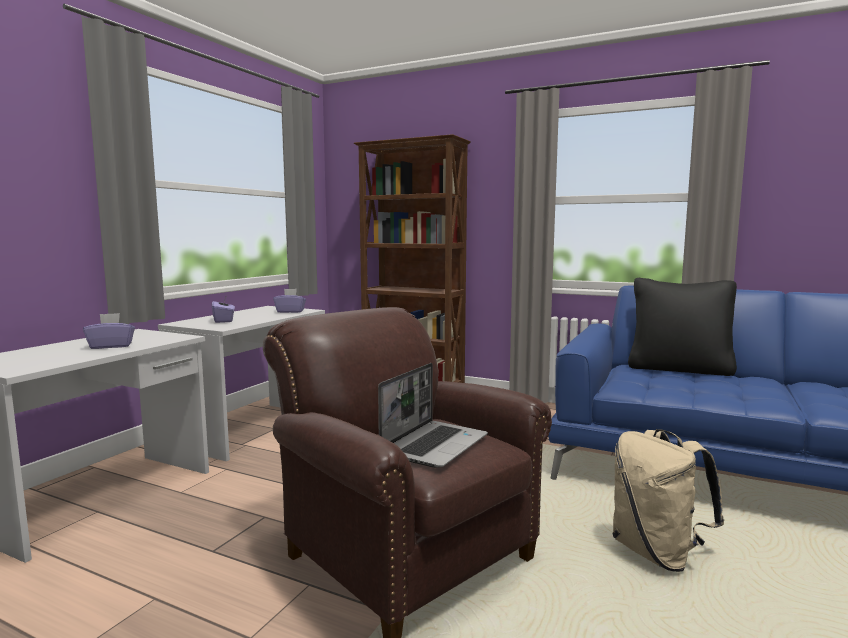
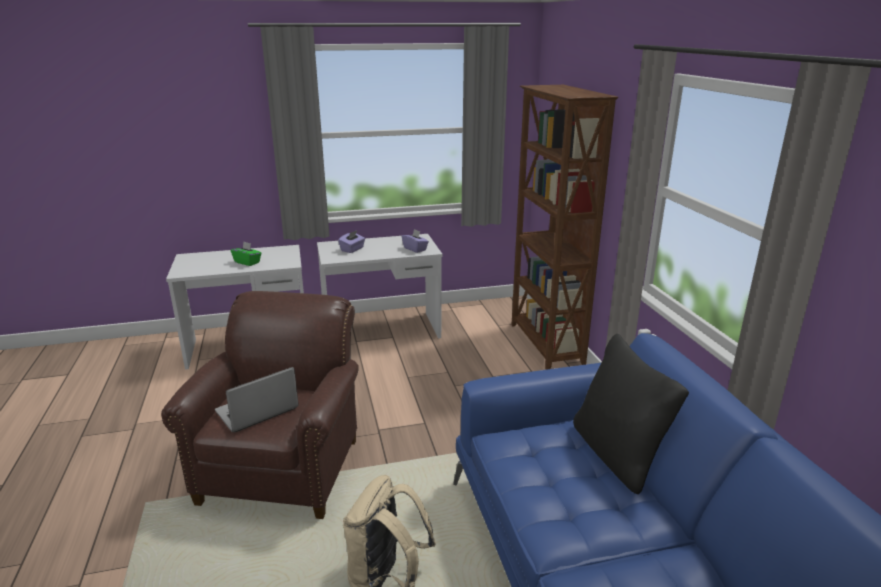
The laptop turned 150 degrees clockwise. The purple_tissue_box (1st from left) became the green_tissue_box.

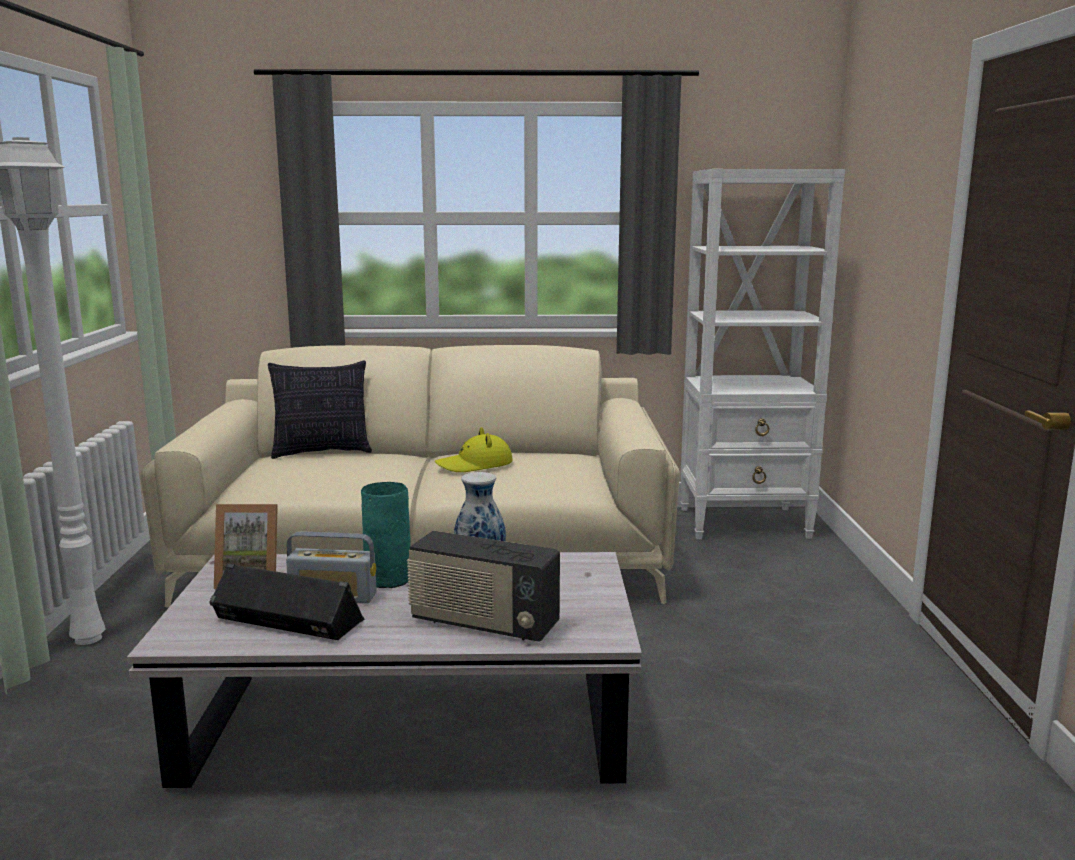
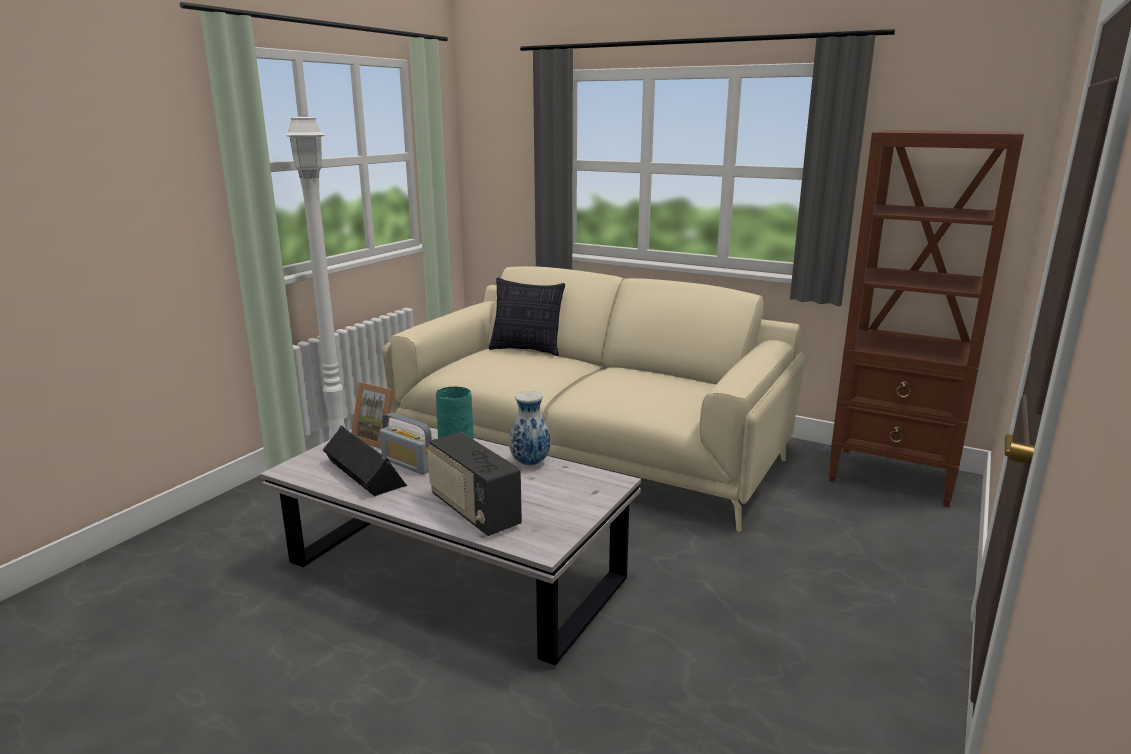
The white_bookcase became the brown_bookcase. The yellow_hat disappeared.

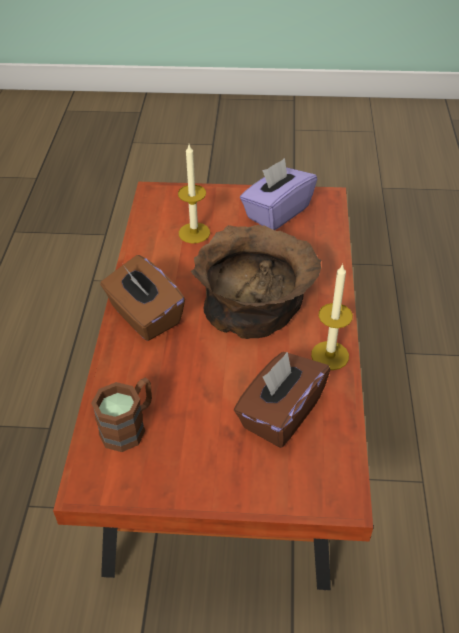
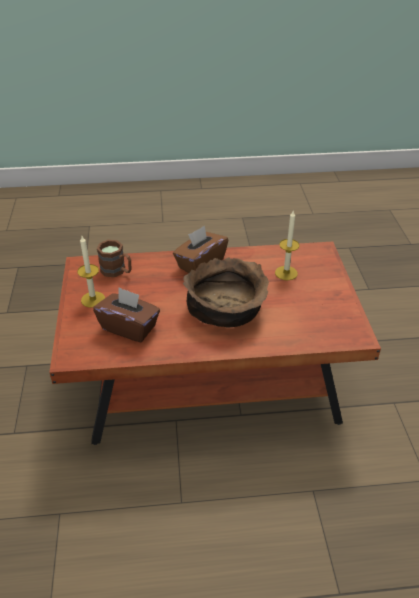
The candle (2nd from left in the first image) moved. The purple_tissue_box disappeared.

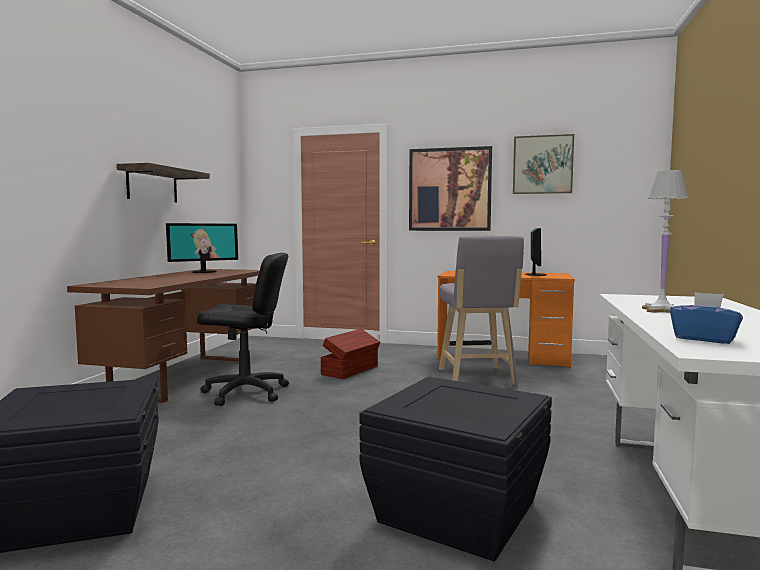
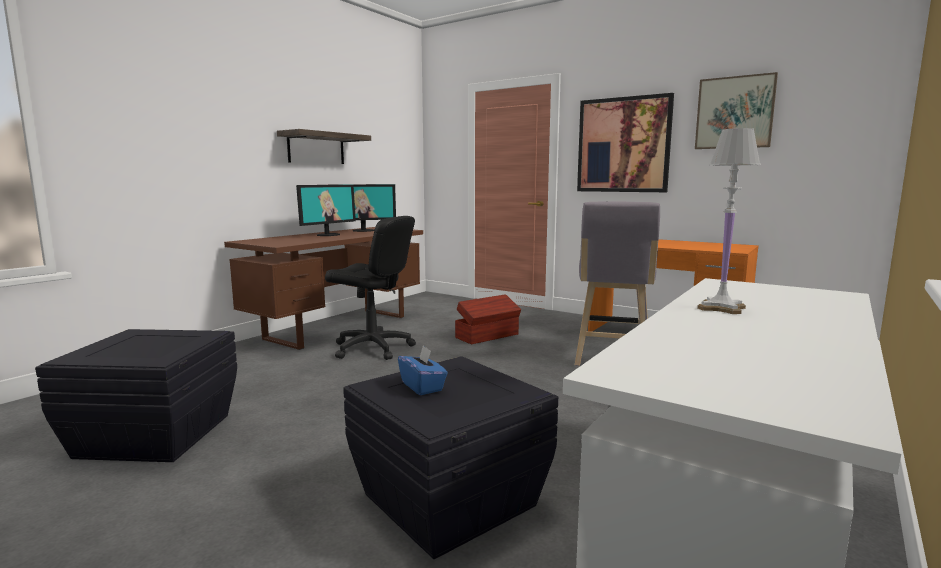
The monitor (2nd from left in the first image) moved. The blue_tissue_box moved.

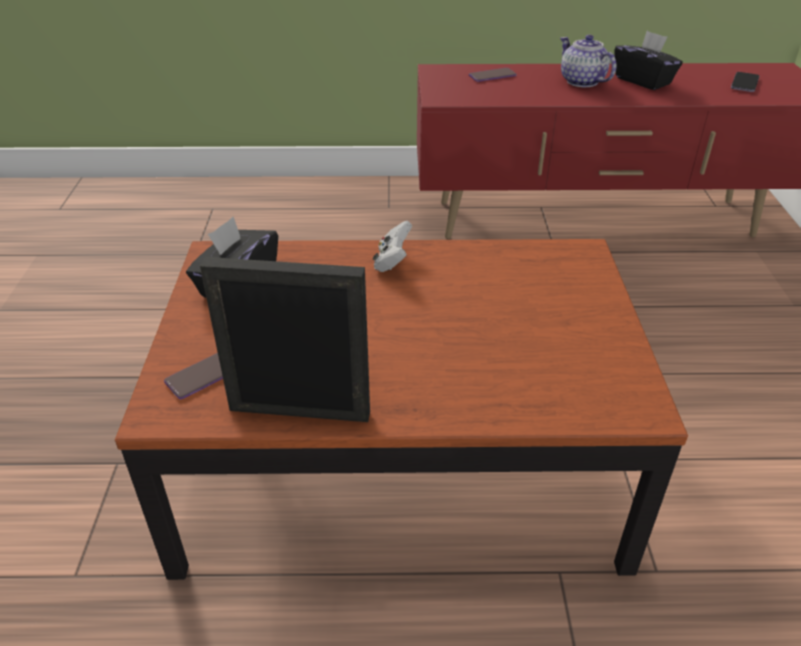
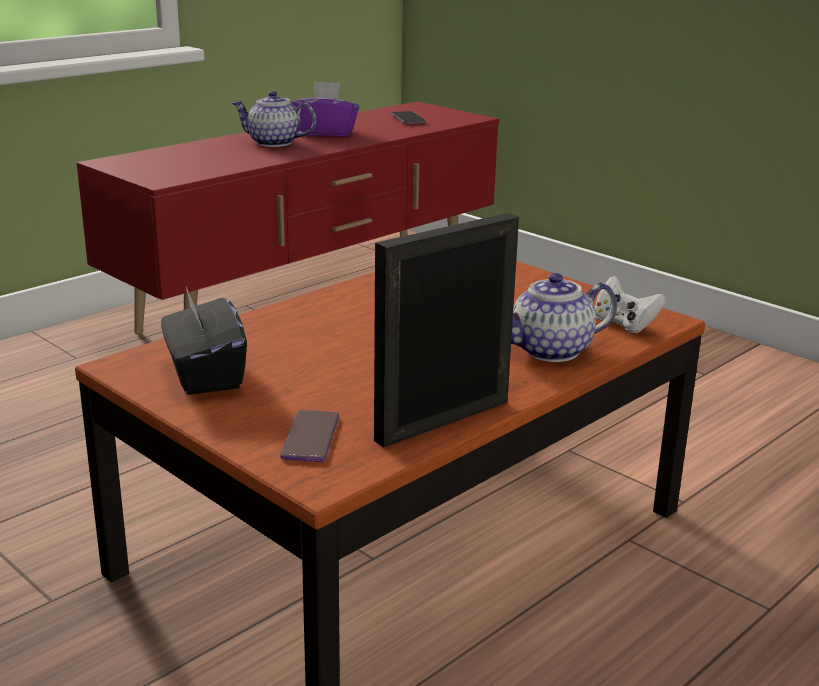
The black_tissue_box (2nd from left) became the purple_tissue_box. The teapot (2nd from left) appeared. The white_game_controller moved. The phone (2nd from left) disappeared.

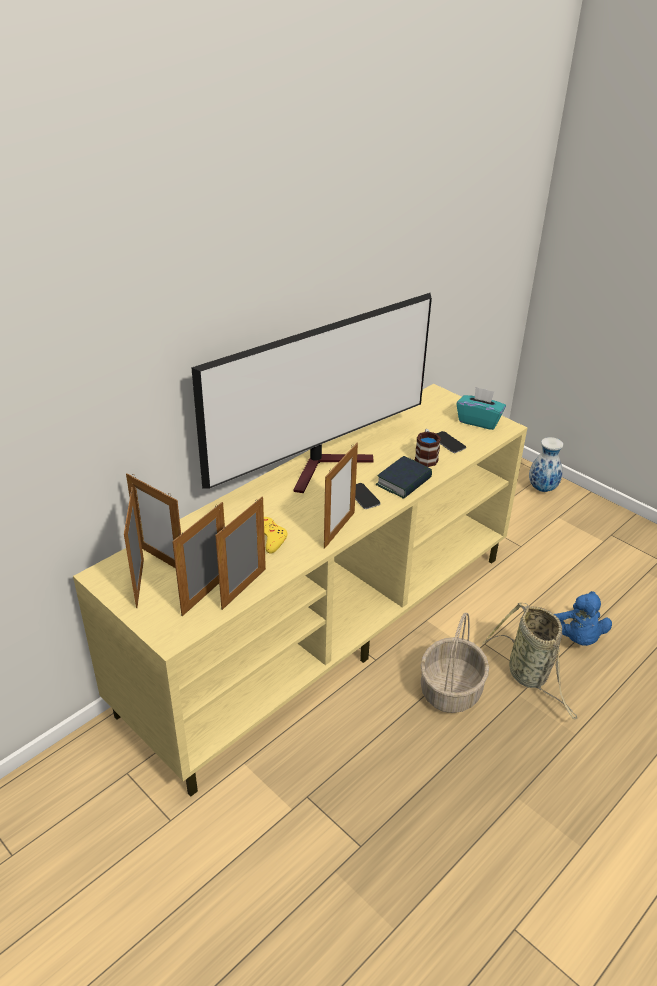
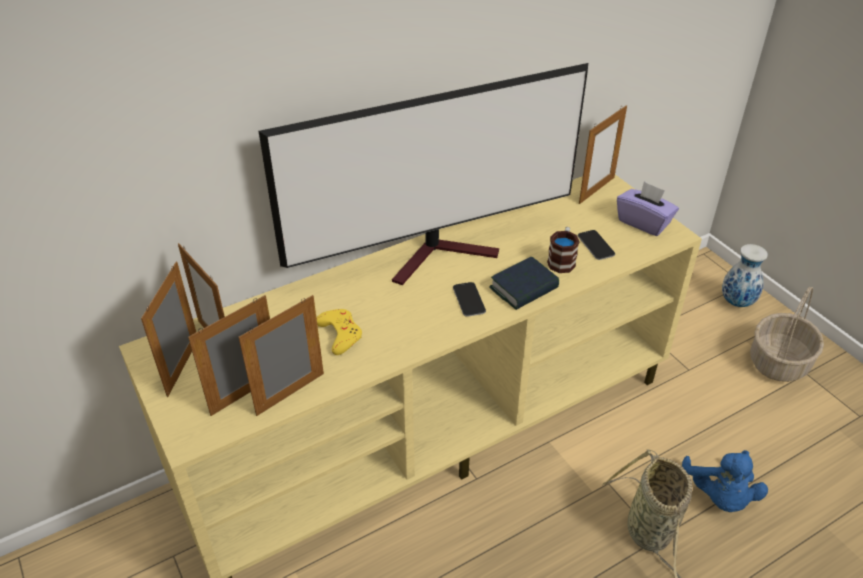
The picture_frame (5th from left) moved. The turquoise_tissue_box became the purple_tissue_box. The basket (1st from left in the first image) moved.

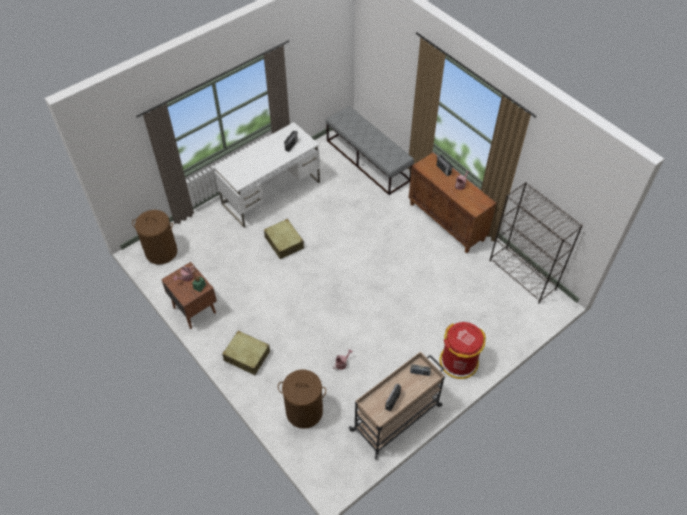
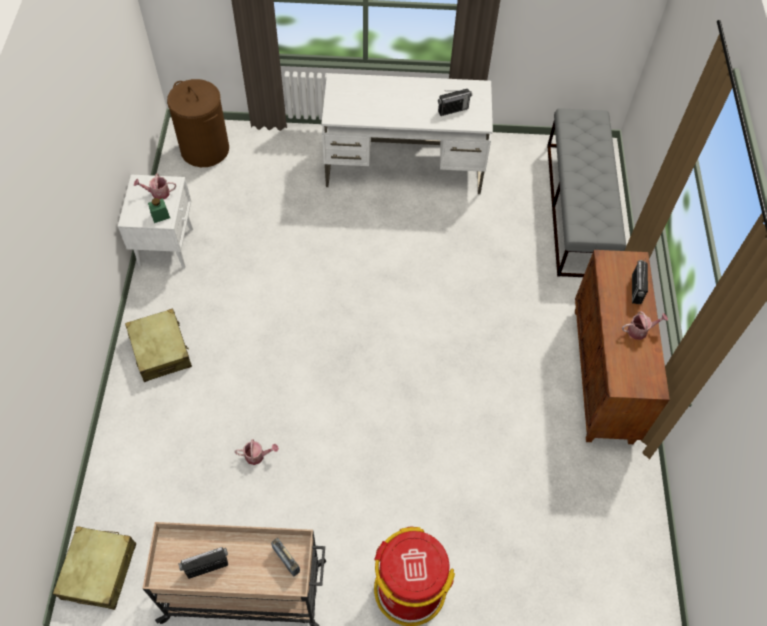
The beige_suitcase (2nd from left in the first image) moved. The brown_nightstand became the white_nightstand. The brown_laundry_basket (2nd from left) disappeared. The black_bookcase disappeared.

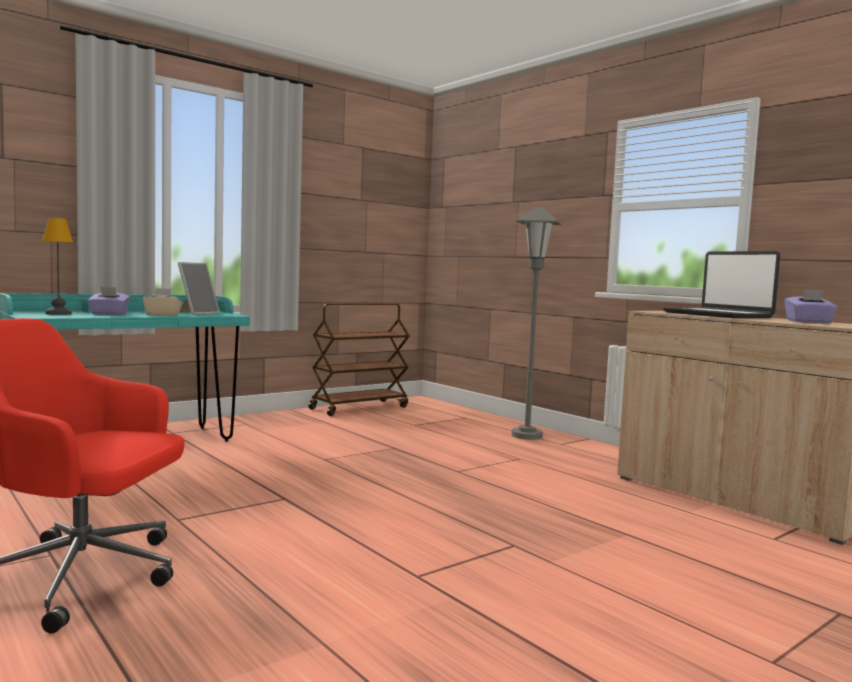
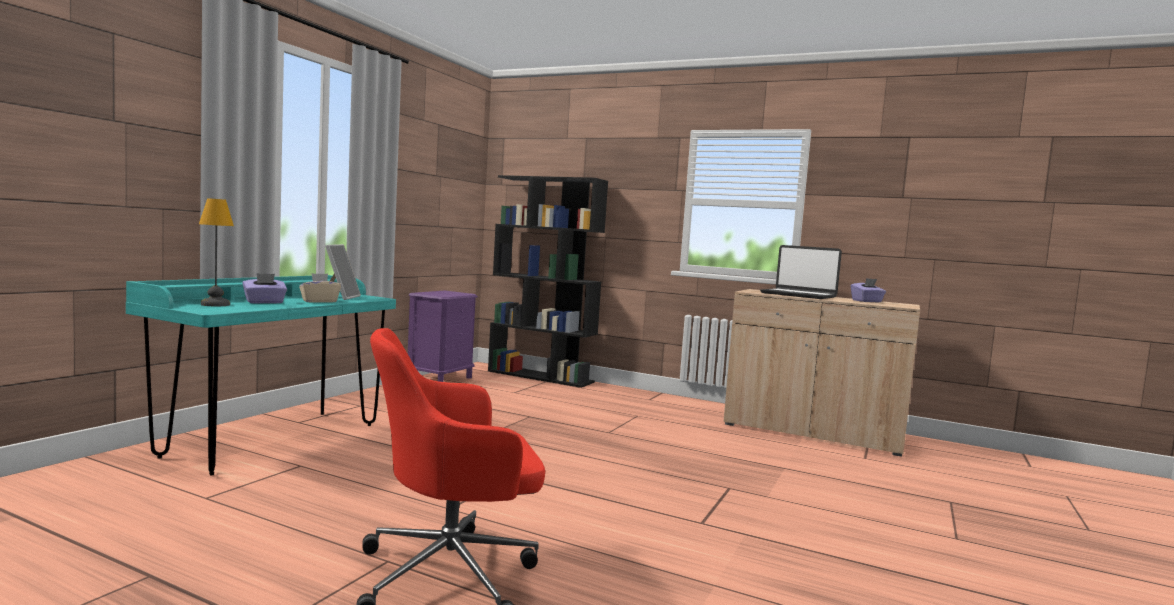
The brown_cart was replaced by the purple_nightstand. The black_bookcase appeared. The grey_floor_lamp disappeared.

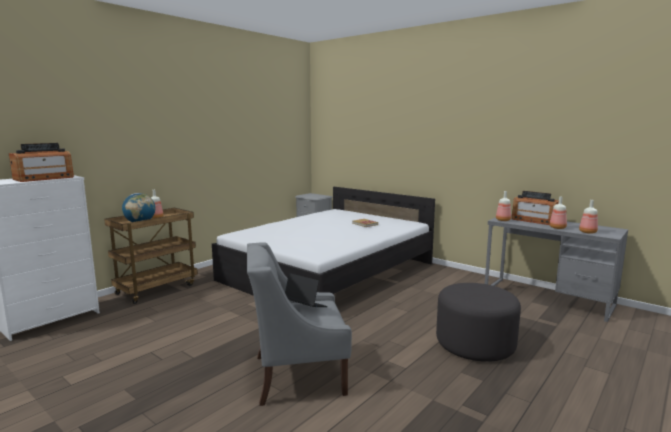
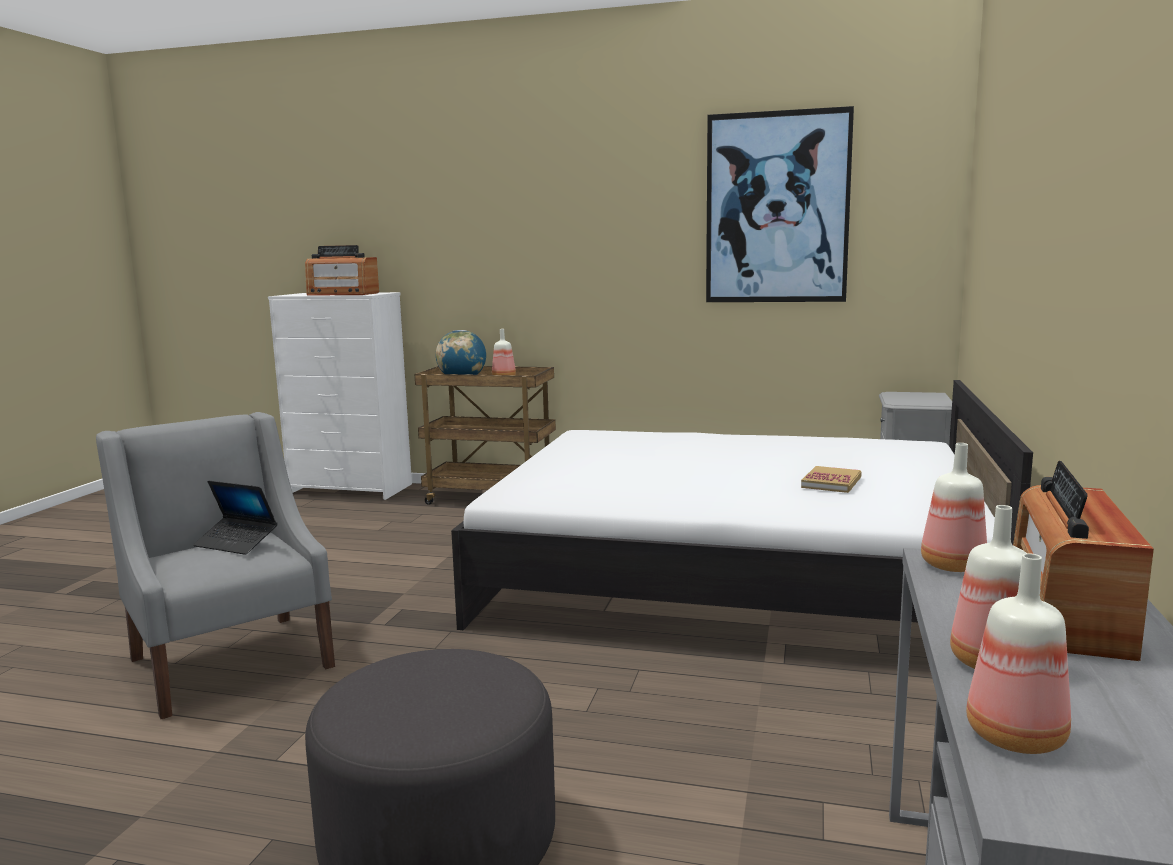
The laptop turned 105 degrees clockwise. The picture appeared.

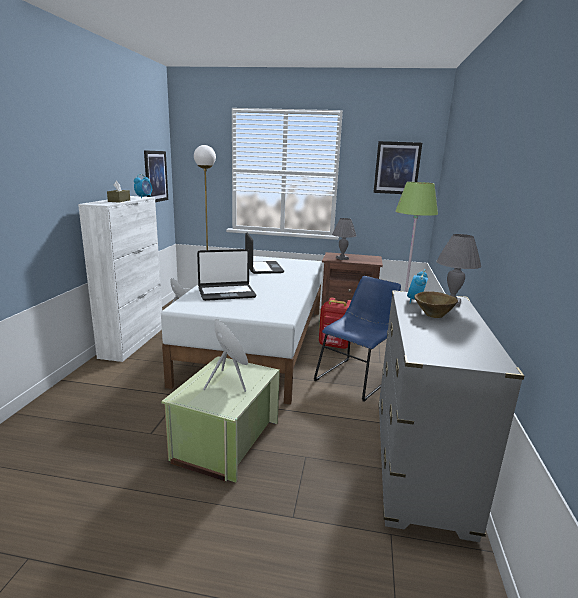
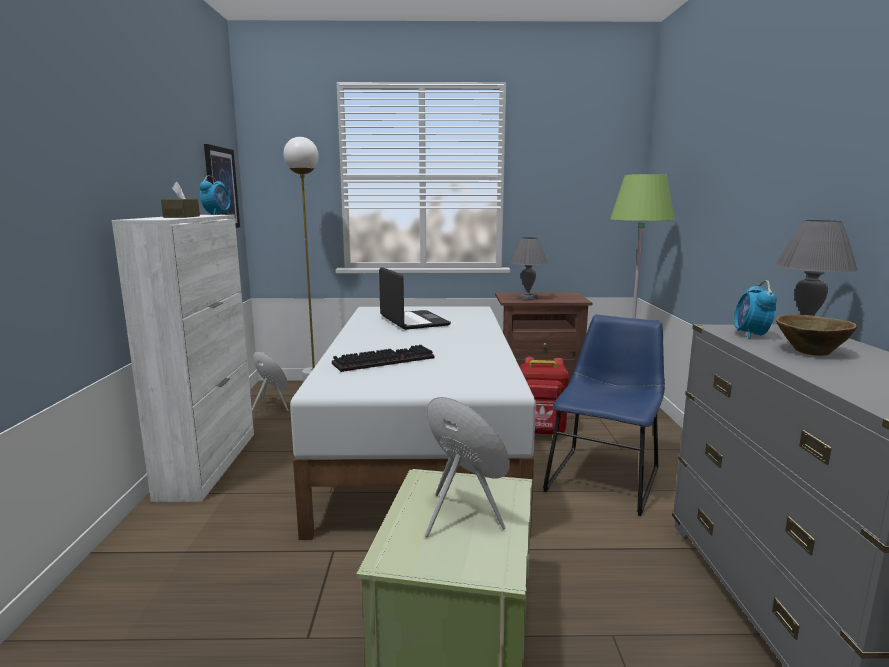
The laptop (1st from left) was replaced by the keyboard. The picture (2nd from left) disappeared.

